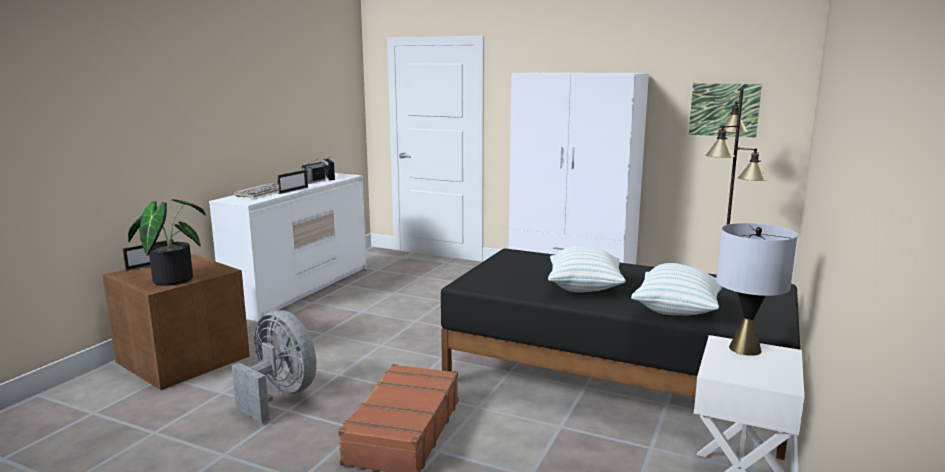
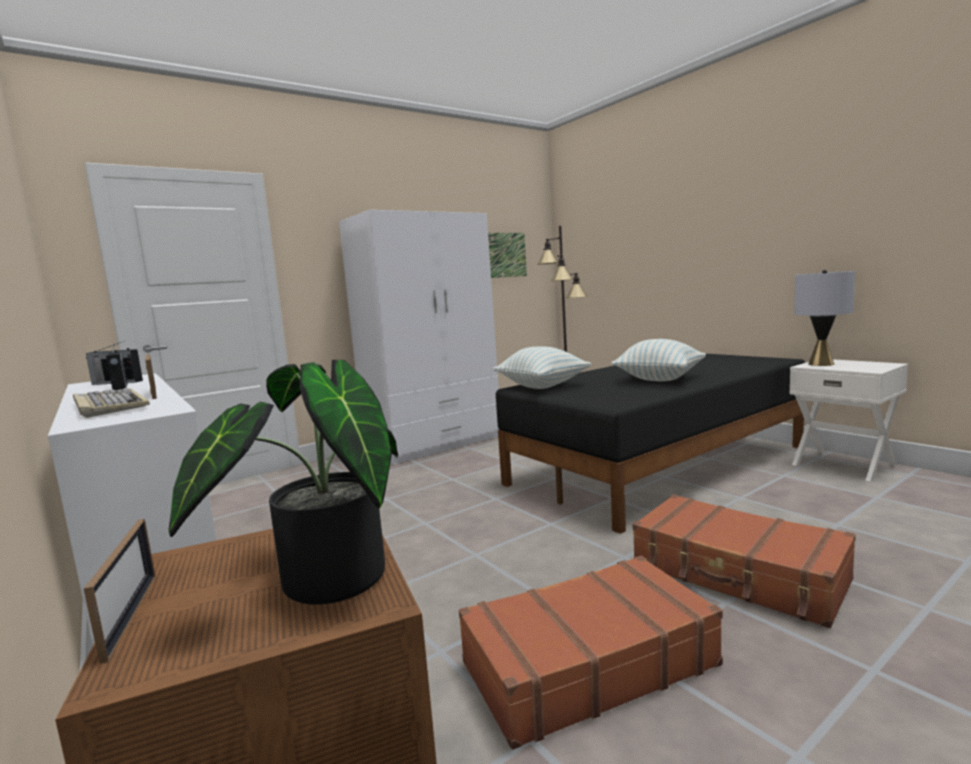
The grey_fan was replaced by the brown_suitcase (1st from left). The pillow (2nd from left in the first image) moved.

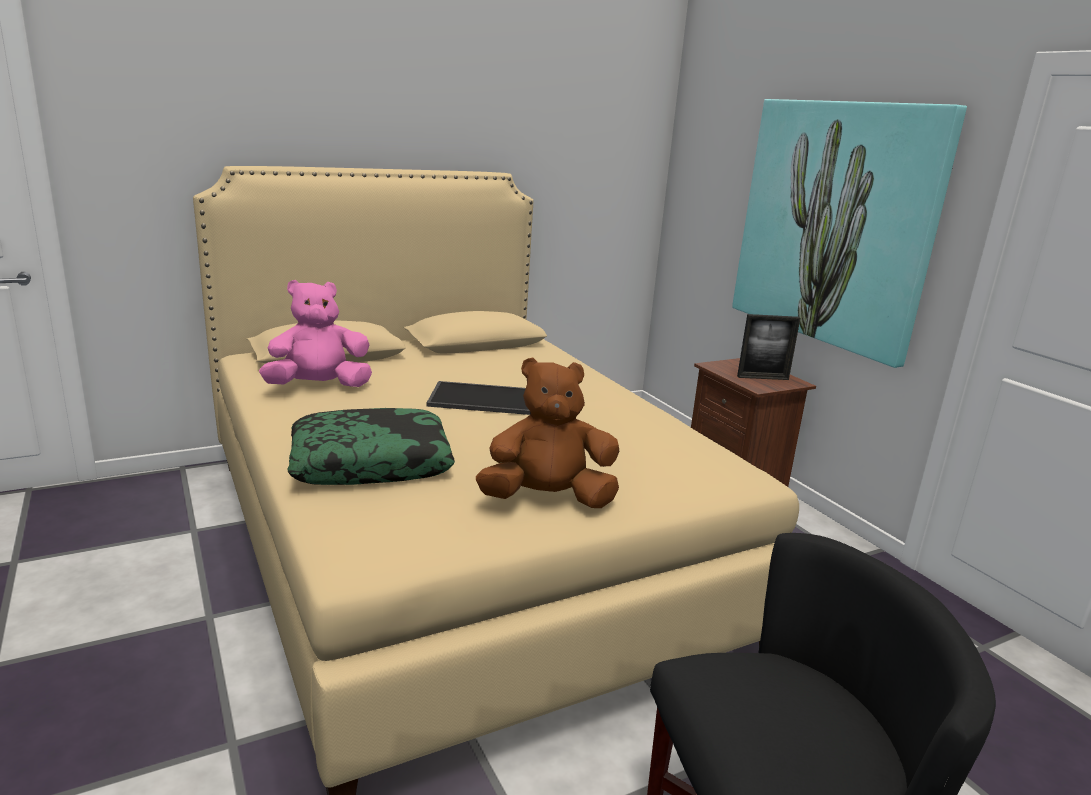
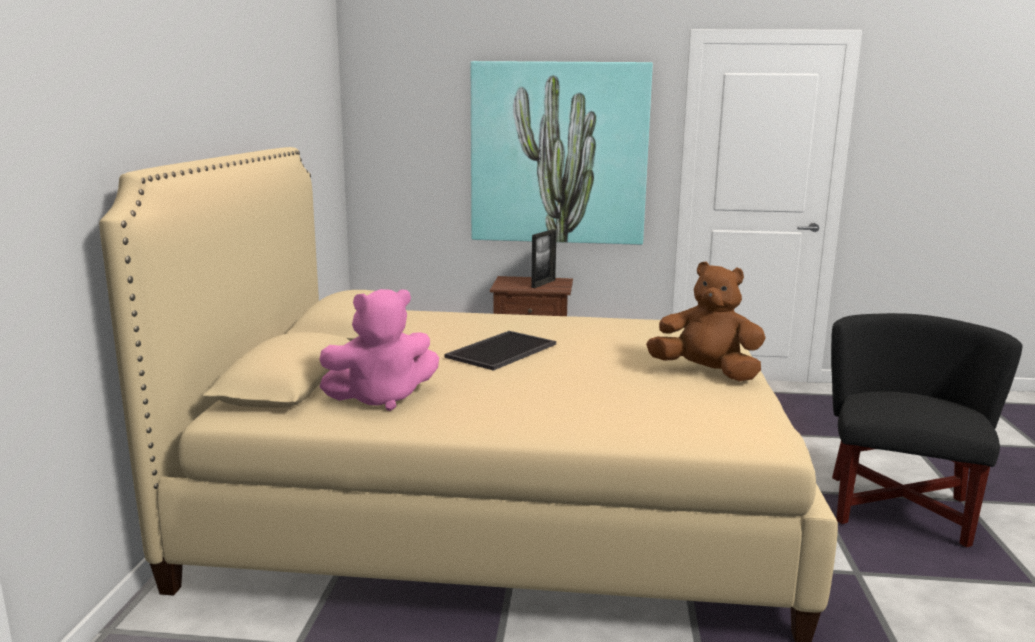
The pink_plush_toy turned 120 degrees counterclockwise. The brown_plush_toy turned 90 degrees clockwise. The pillow disappeared.

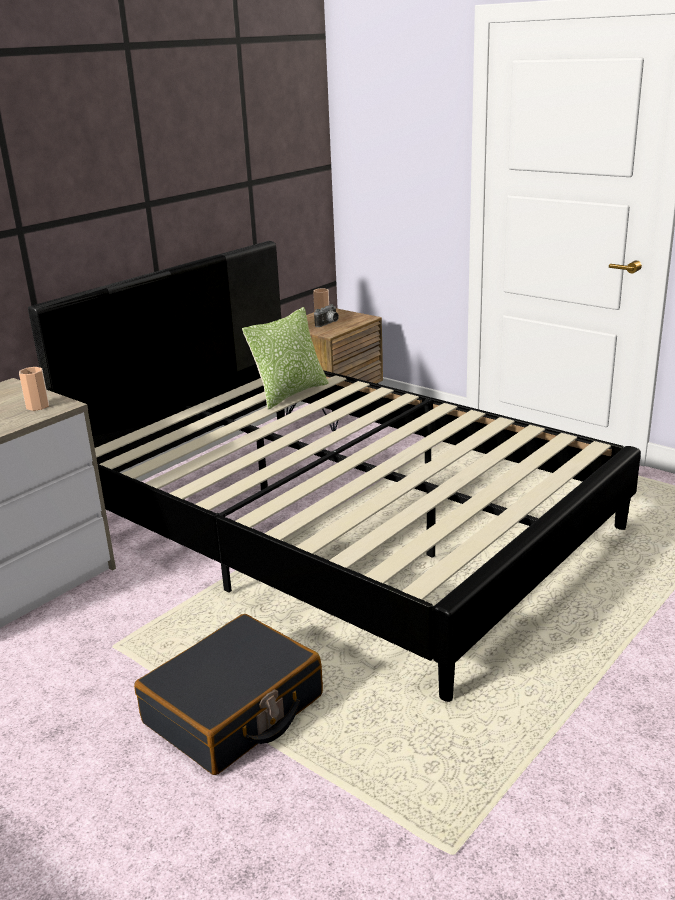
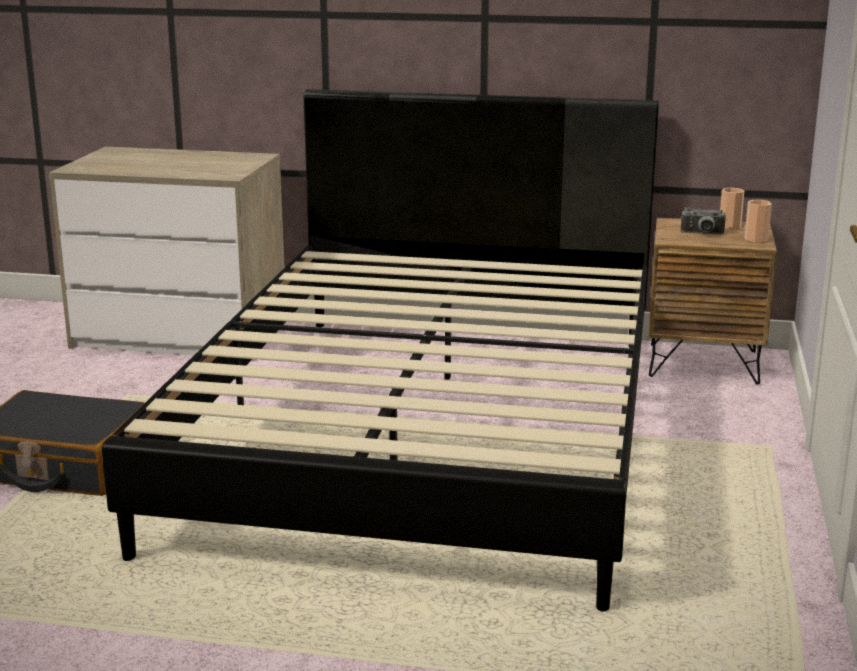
The cup (1st from left in the first image) moved. The pillow disappeared.

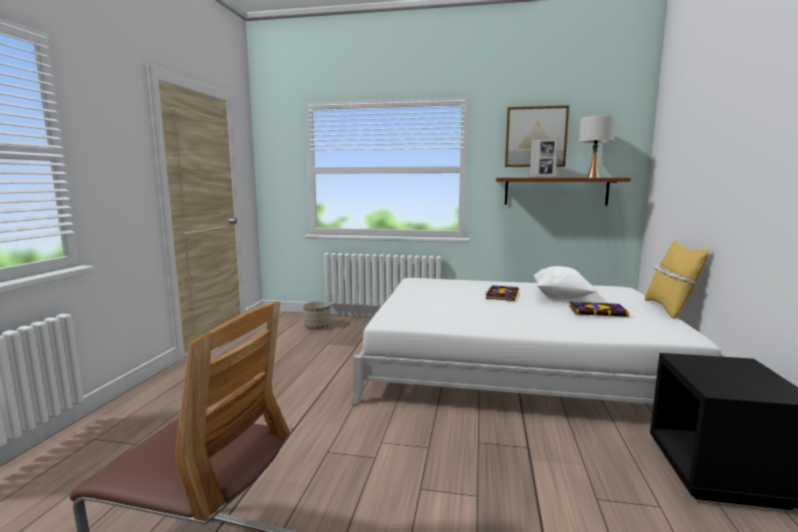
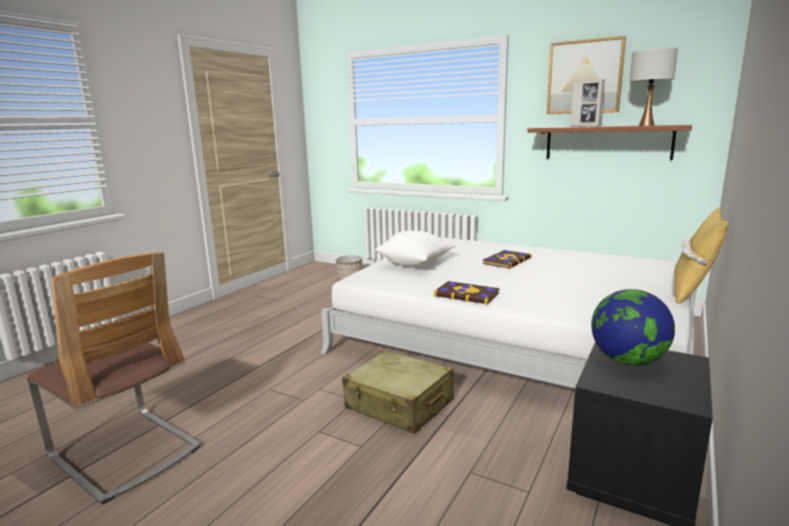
The beige_suitcase appeared. The white_pillow moved. The book (2nd from left in the first image) moved. The globe appeared.

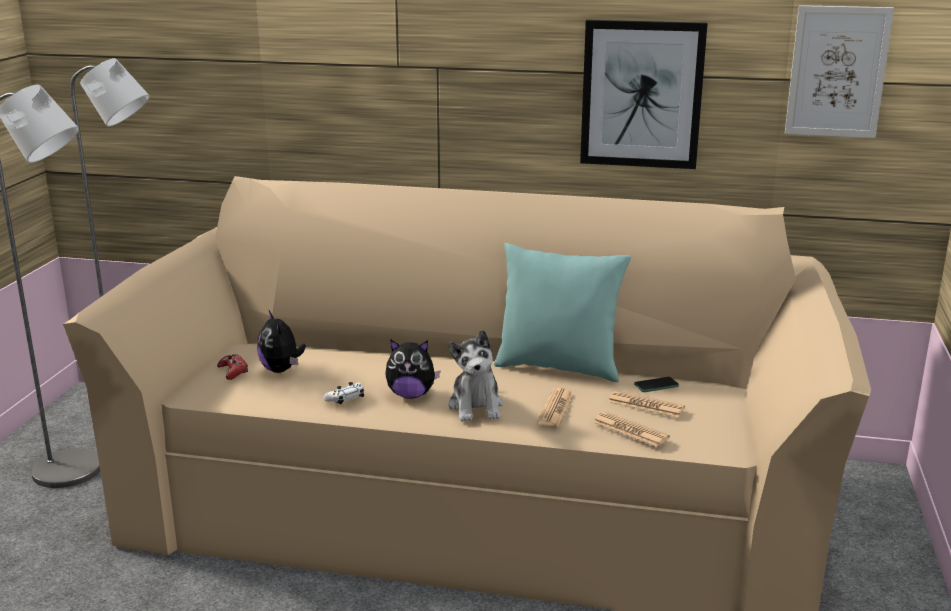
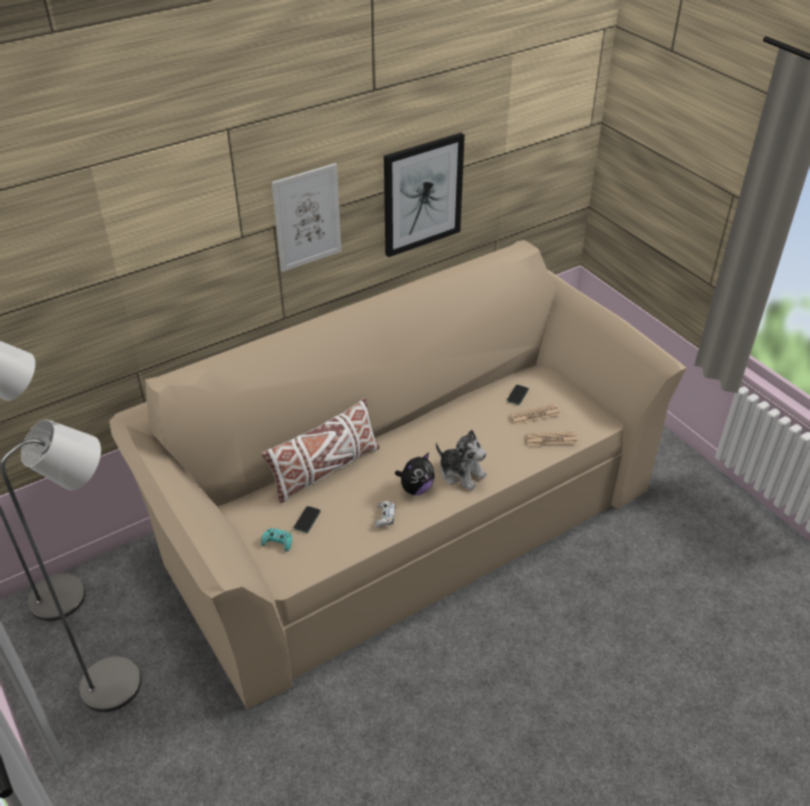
The white_pillow appeared. The red_game_controller became the turquoise_game_controller. The picture (2nd from left in the first image) moved. The plush_toy (1st from left) was replaced by the phone (1st from left). The turquoise_pillow disappeared. The newspaper (1st from left) disappeared.

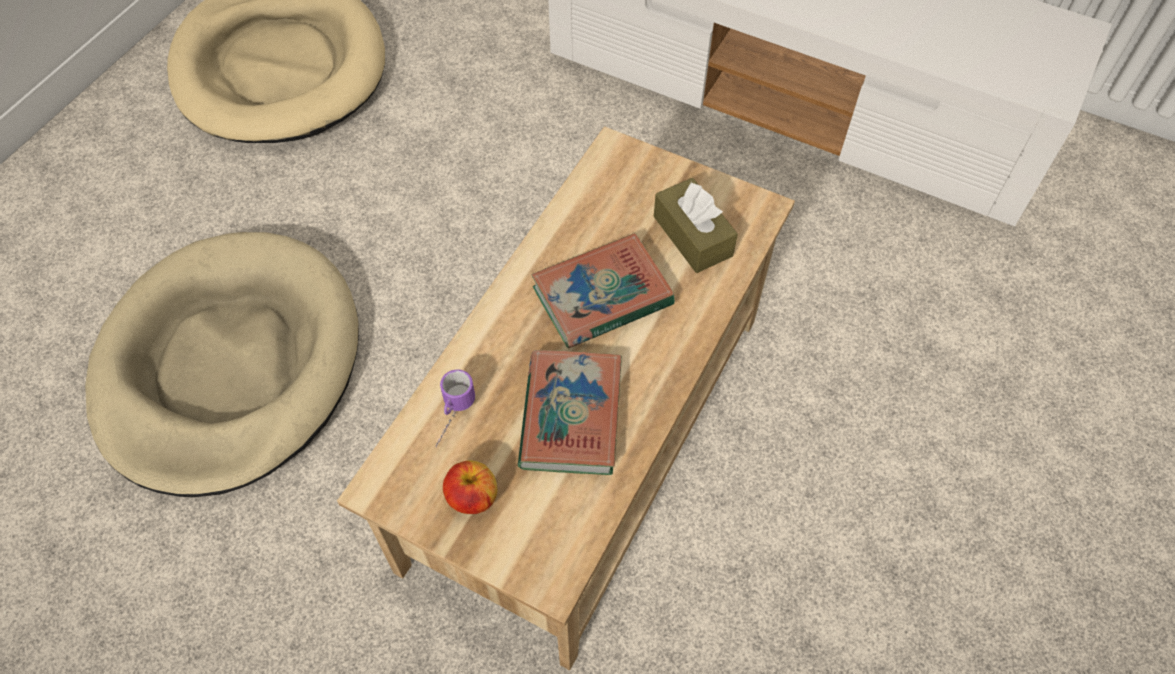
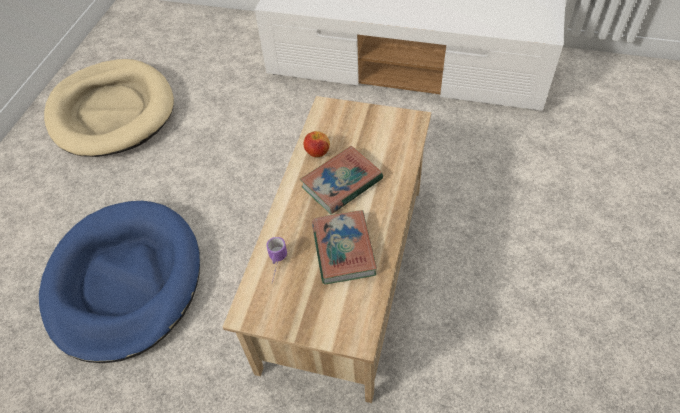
The beige_dog_bed (1st from left) became the blue_dog_bed. The apple moved. The brown_tissue_box disappeared.

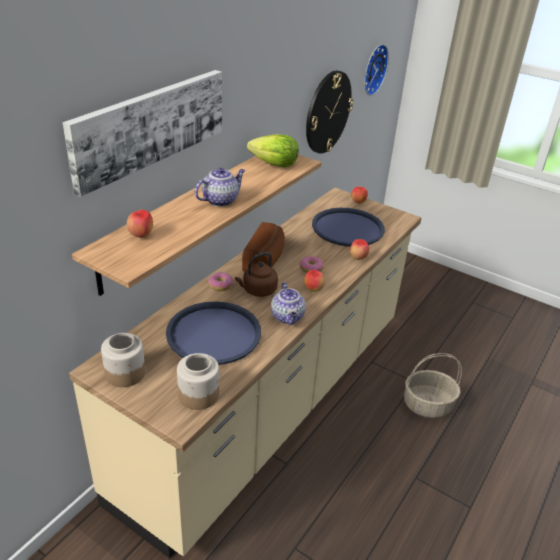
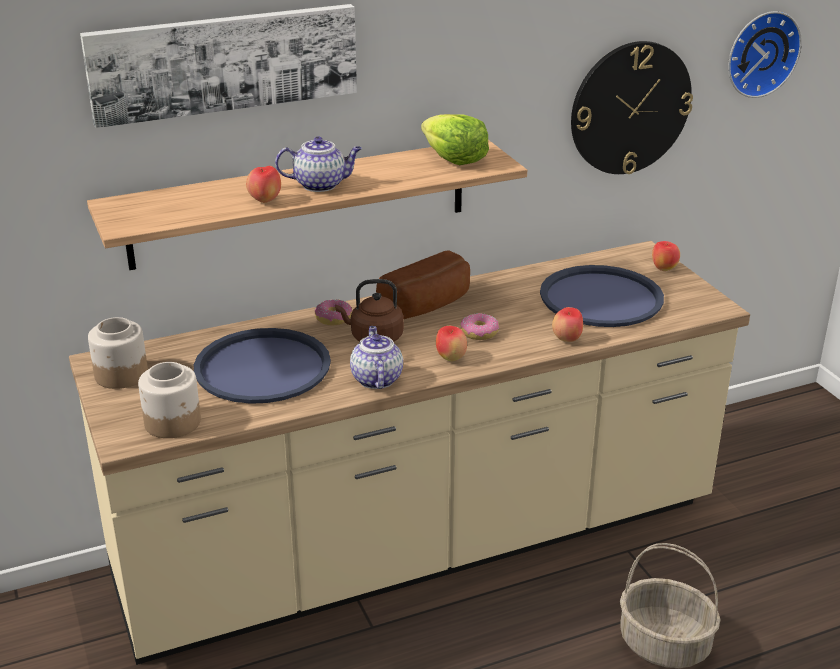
The apple (1st from left) moved. The teapot (2nd from left) turned 150 degrees clockwise.

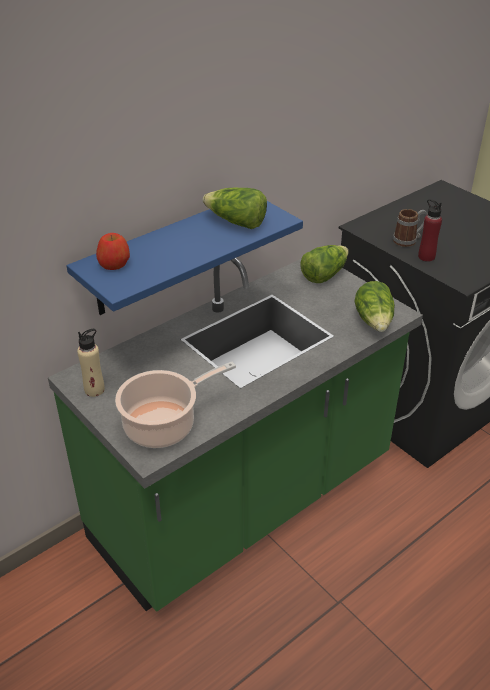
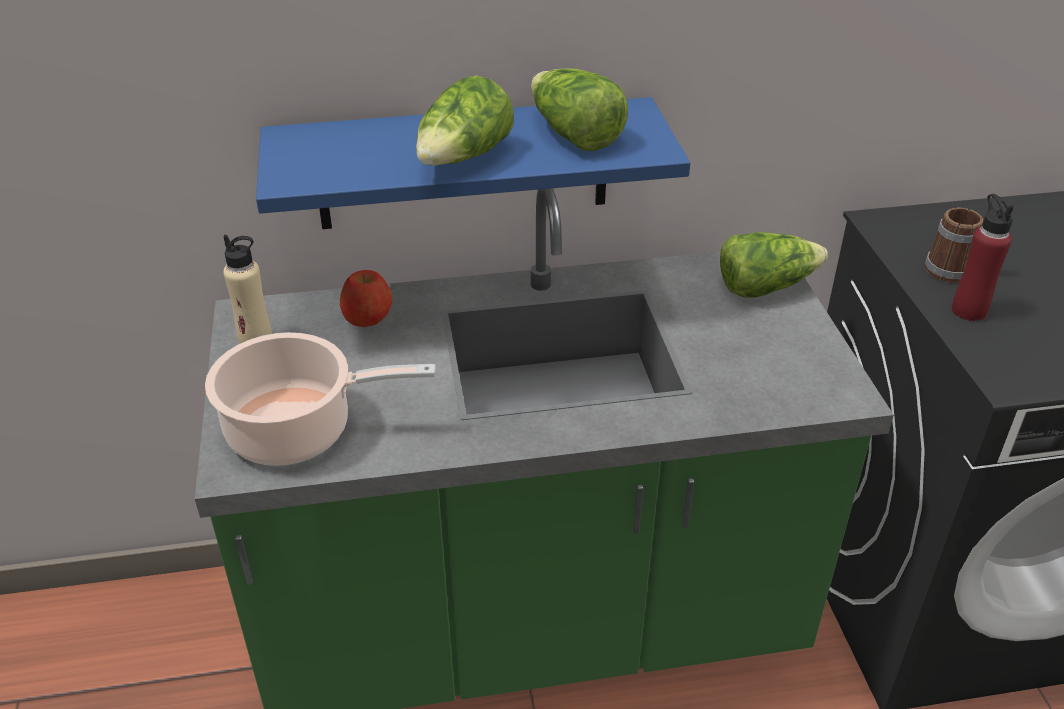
The apple moved. The lettuce (3rd from left in the first image) moved.

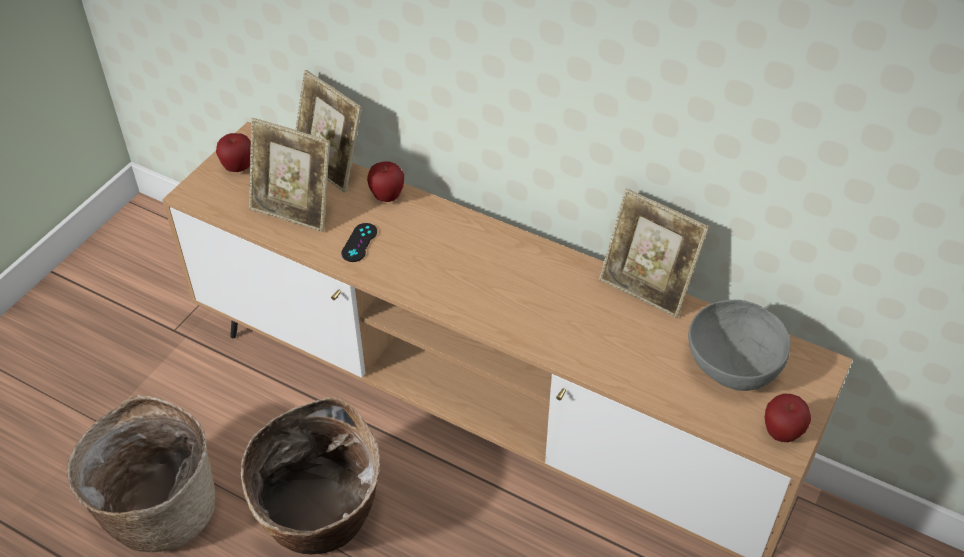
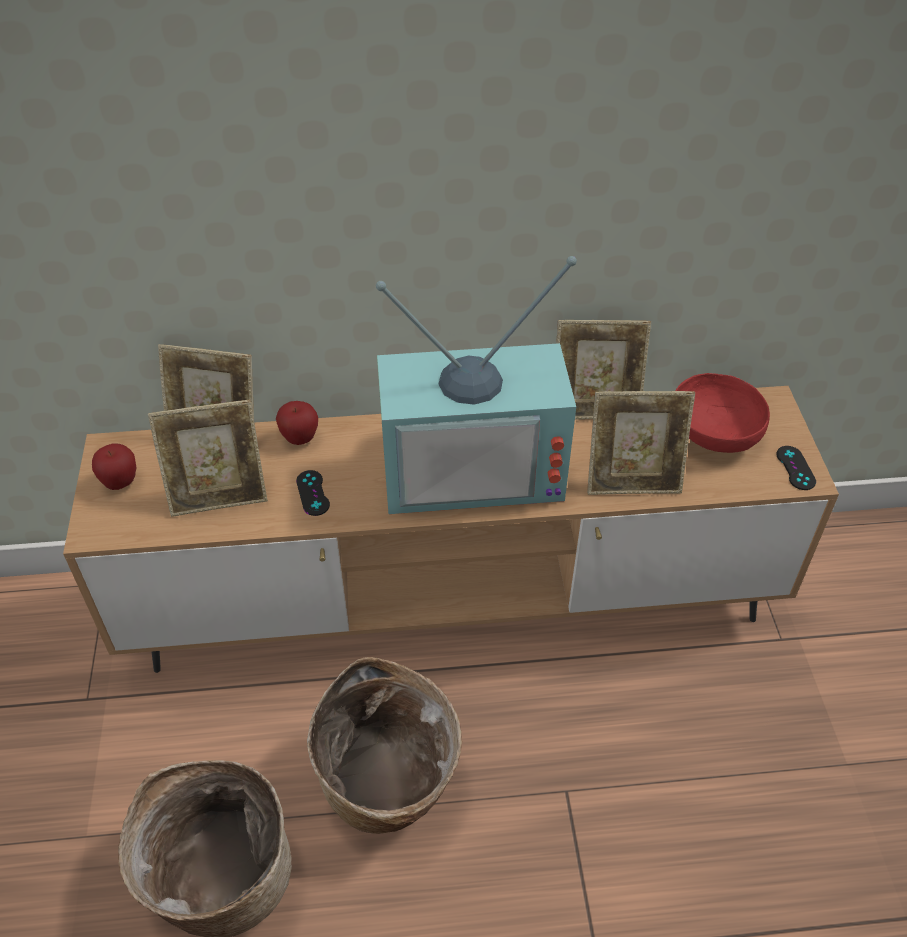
The television appeared. The picture_frame (4th from left) appeared. The grey_bowl became the red_bowl. The apple (3rd from left) was replaced by the black_game_controller (2nd from left).

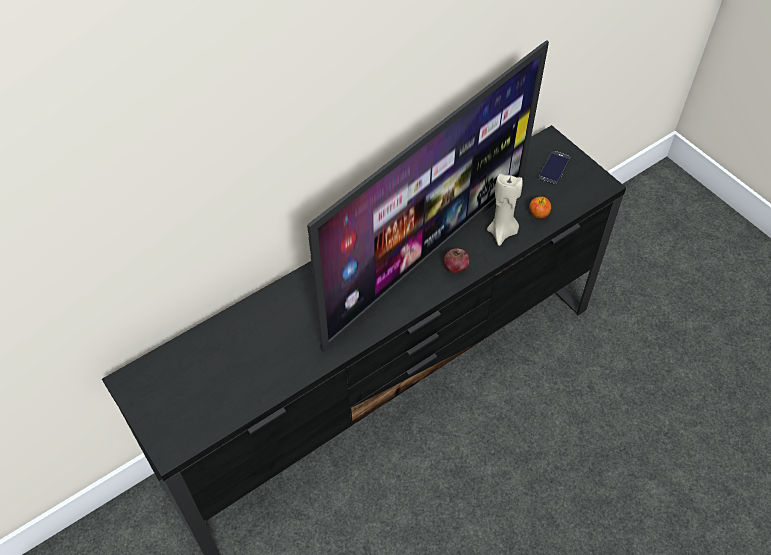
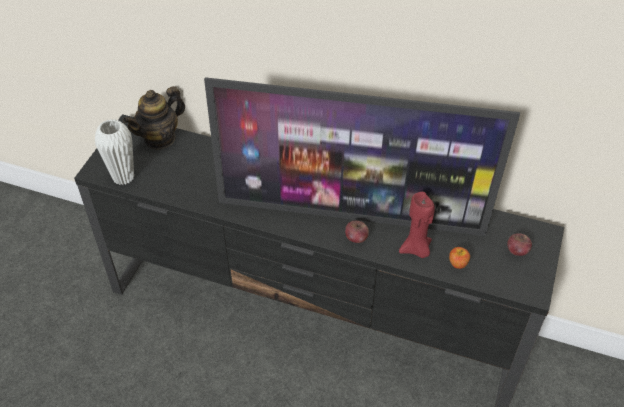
The white_vase appeared. The teapot appeared. The beige_candle became the red_candle. The phone was replaced by the apple (3rd from left).

